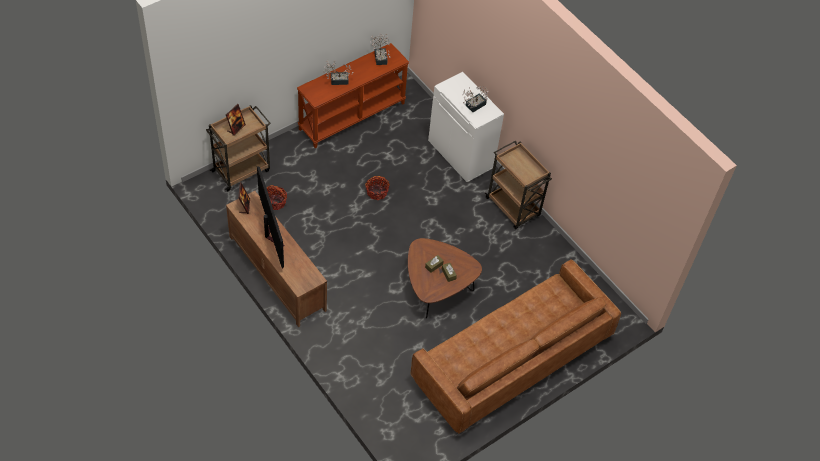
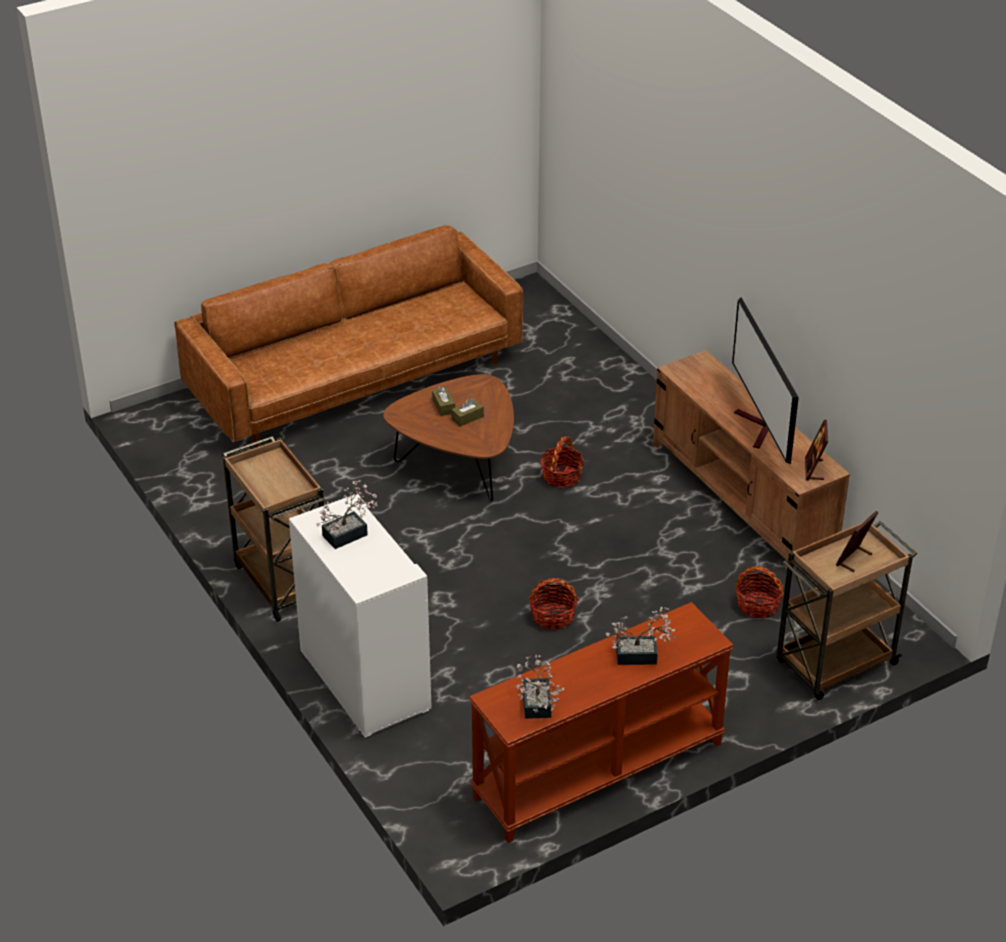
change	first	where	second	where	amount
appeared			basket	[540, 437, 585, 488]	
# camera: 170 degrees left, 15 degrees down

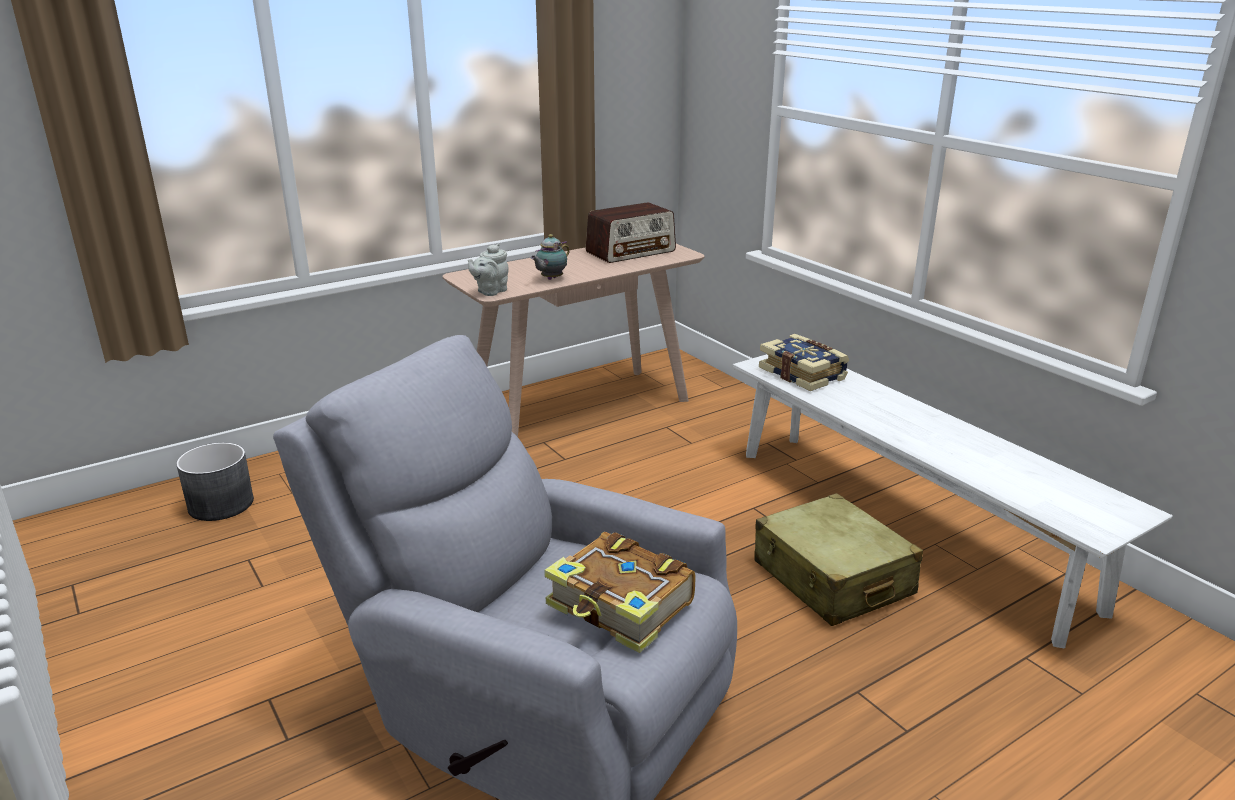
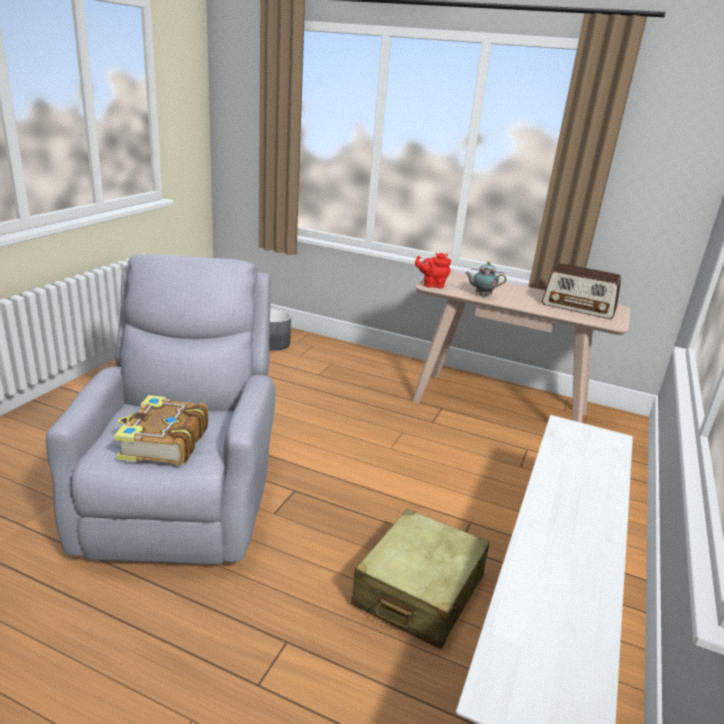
change	first	where	second	where	amount
colour	grey teapot	[468, 243, 509, 296]	red teapot	[415, 253, 451, 288]	
missing	book	[759, 334, 849, 391]			
# camera: 55 degrees right, 0 degrees up

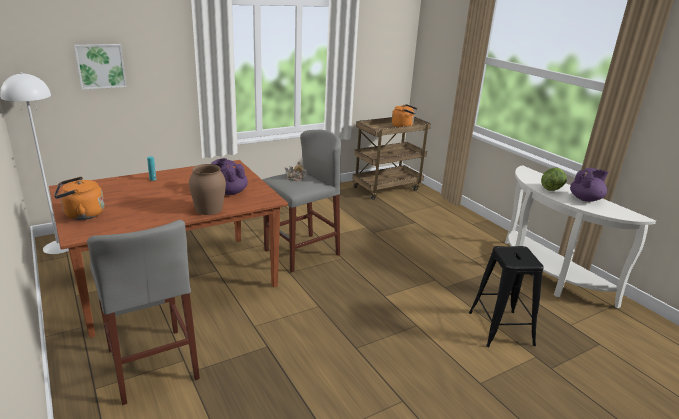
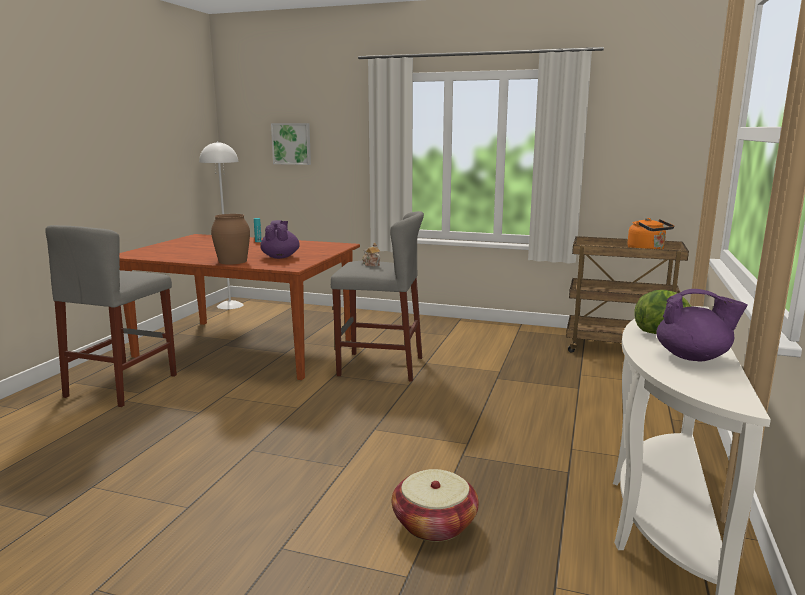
change	first	where	second	where	amount
missing	orange kettle	[54, 177, 105, 220]			
exchanged	black stool	[469, 246, 544, 347]	basket	[392, 469, 479, 542]	
# camera: 50 degrees right, 10 degrees down

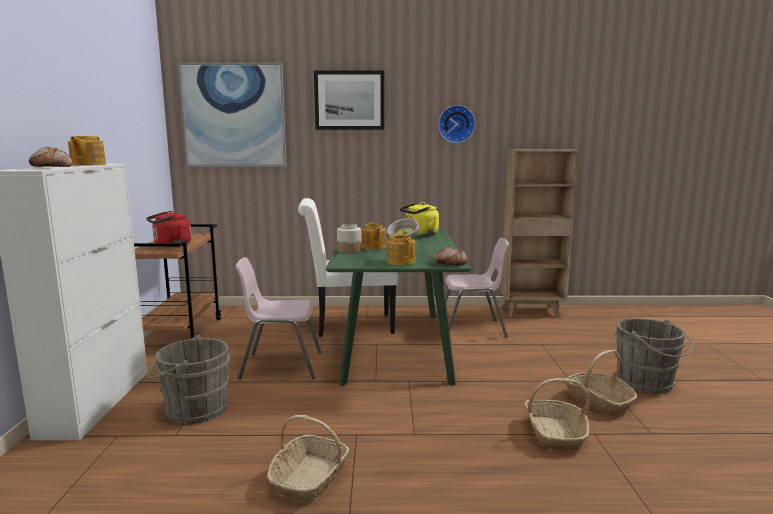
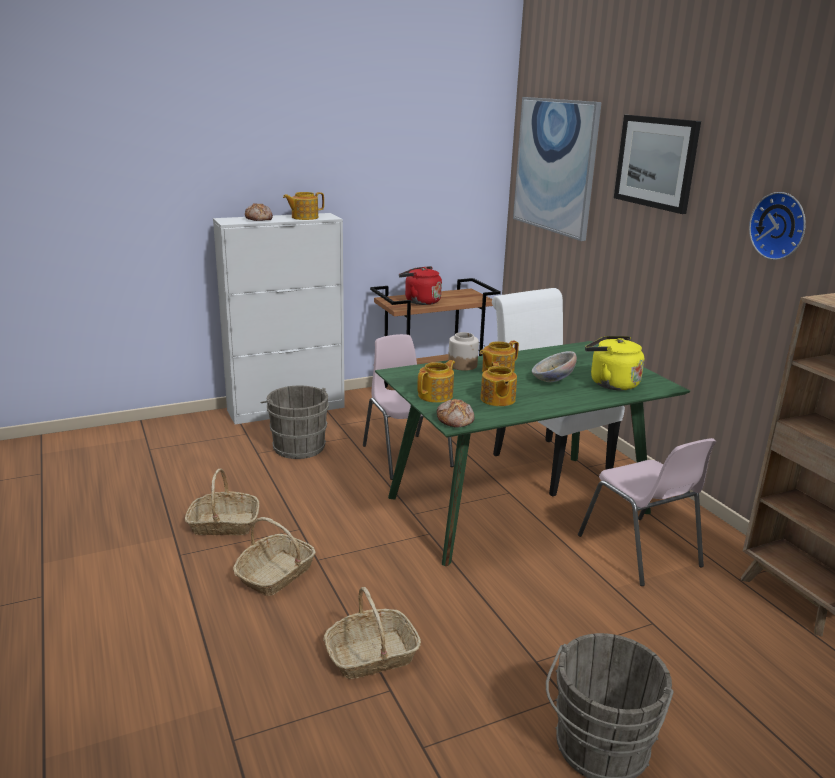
change	first	where	second	where	amount
relocated	basket	[565, 350, 637, 415]		[233, 517, 316, 596]	
appeared			teapot	[480, 362, 517, 406]	
# camera: 65 degrees right, 10 degrees up

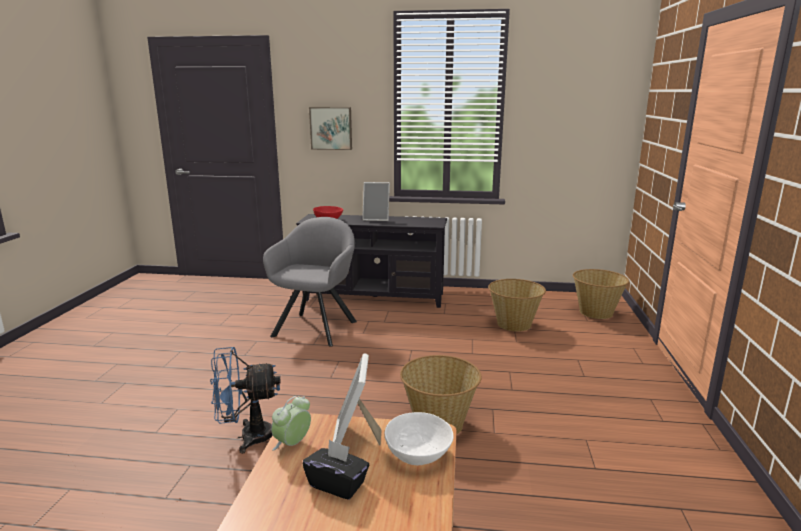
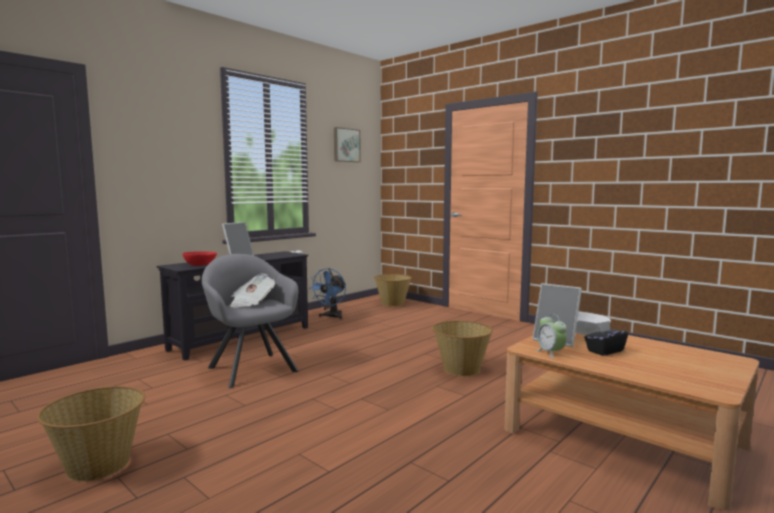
change	first	where	second	where	amount
relocated	blue fan	[210, 347, 281, 454]		[309, 268, 346, 319]	
relocated	picture	[309, 107, 352, 150]		[334, 127, 361, 162]	
relocated	basket	[488, 279, 546, 332]		[37, 386, 145, 482]	
appeared			newspaper	[230, 273, 275, 308]	
# camera: 55 degrees left, 10 degrees down

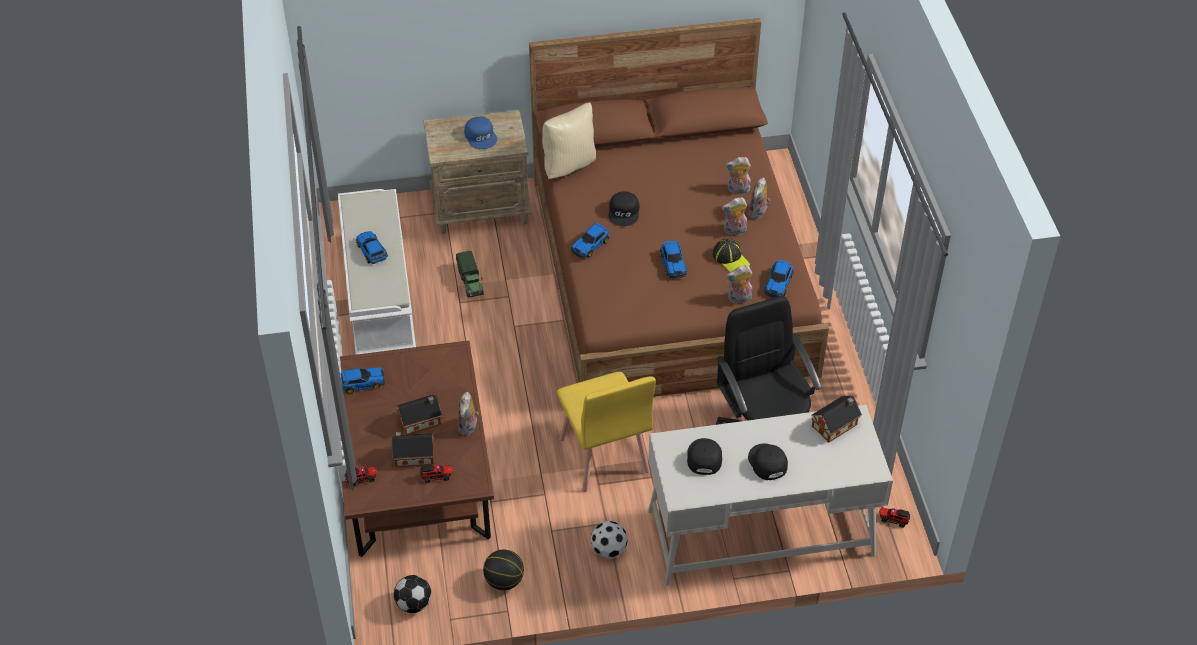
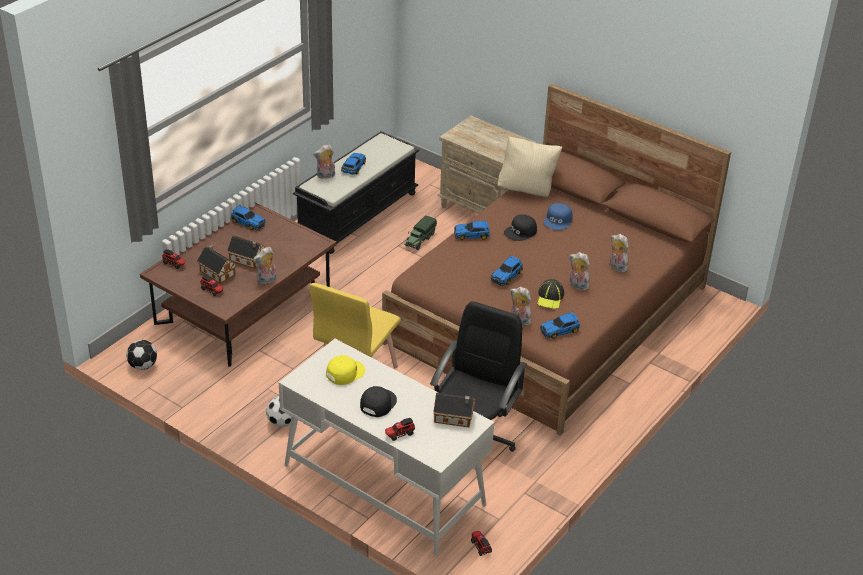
change	first	where	second	where	amount
colour	white bench	[338, 189, 416, 355]	black bench	[293, 131, 419, 254]	
relocated	blue cap	[464, 117, 497, 149]		[544, 203, 573, 230]	
missing	basketball	[483, 549, 524, 590]			
colour	black cap	[687, 438, 722, 475]	yellow cap	[326, 355, 365, 385]	
relocated	plush toy	[749, 177, 770, 220]		[313, 144, 335, 179]	
appeared			toy truck	[385, 418, 415, 441]	
# camera: 45 degrees right, 10 degrees down

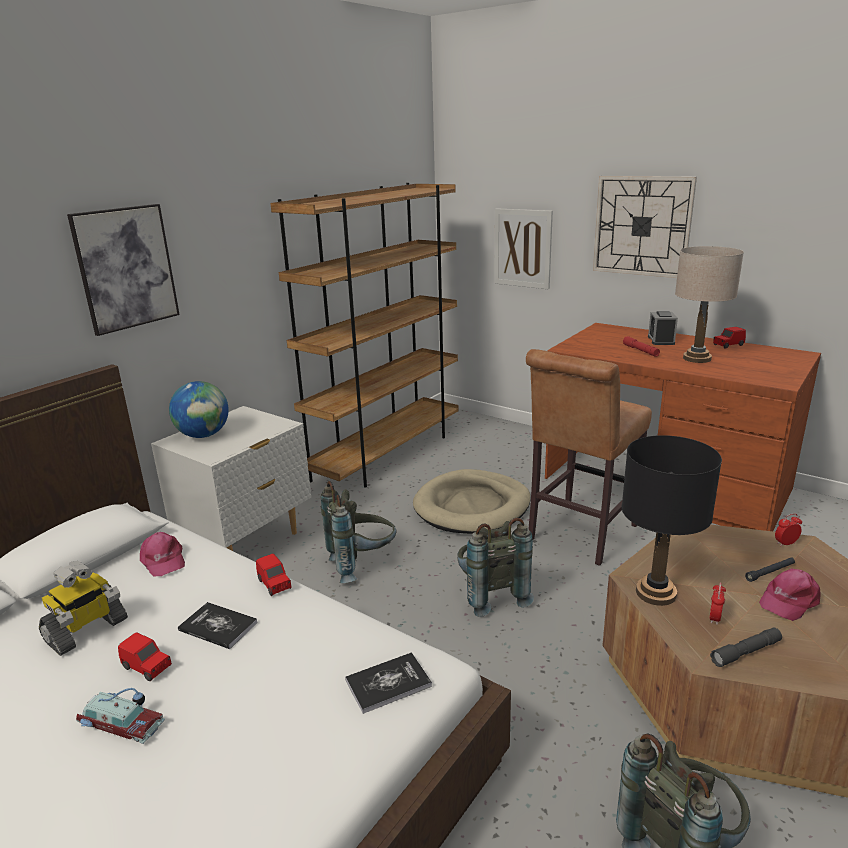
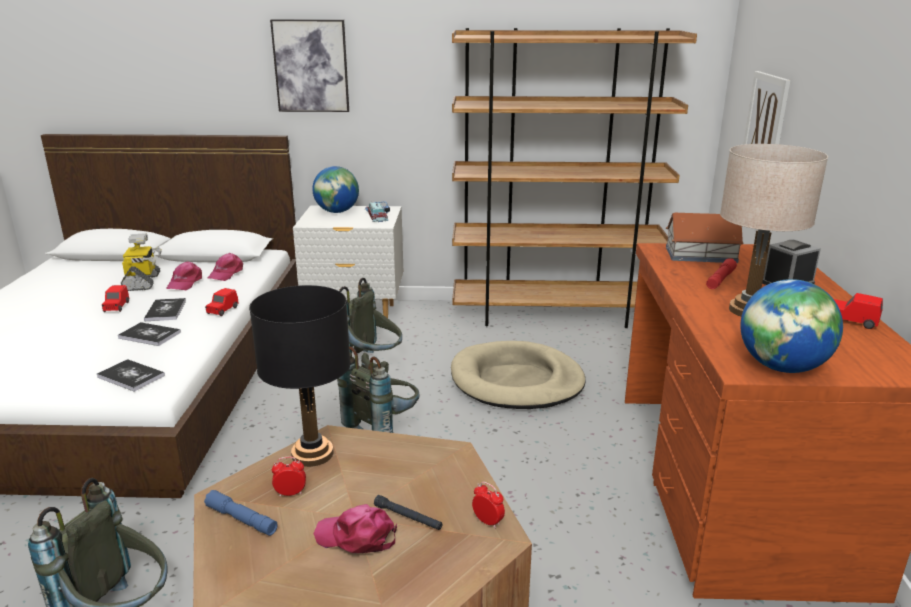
change	first	where	second	where	amount
spun	toy robot	[39, 561, 128, 656]		[121, 233, 162, 291]	105 degrees counterclockwise
relocated	toy car	[76, 688, 165, 744]		[365, 201, 390, 222]	
missing	brown stool	[526, 349, 652, 566]			
missing	wall clock	[593, 176, 697, 278]			
colour	grey flashlight	[710, 628, 782, 667]	blue flashlight	[204, 490, 278, 536]	
appeared			book	[118, 322, 181, 346]	
appeared			pink cap	[167, 261, 202, 290]	
appeared			toy house	[666, 213, 744, 263]	
appeared			globe	[740, 279, 843, 373]	
# camera: 55 degrees right, 0 degrees up

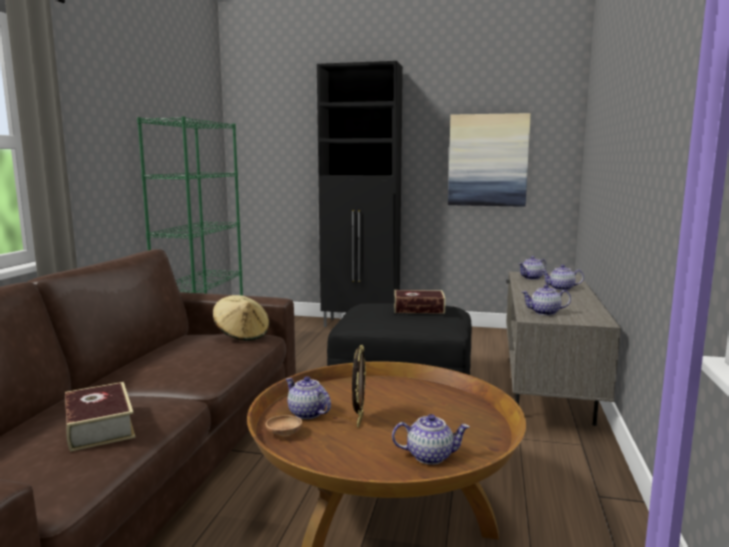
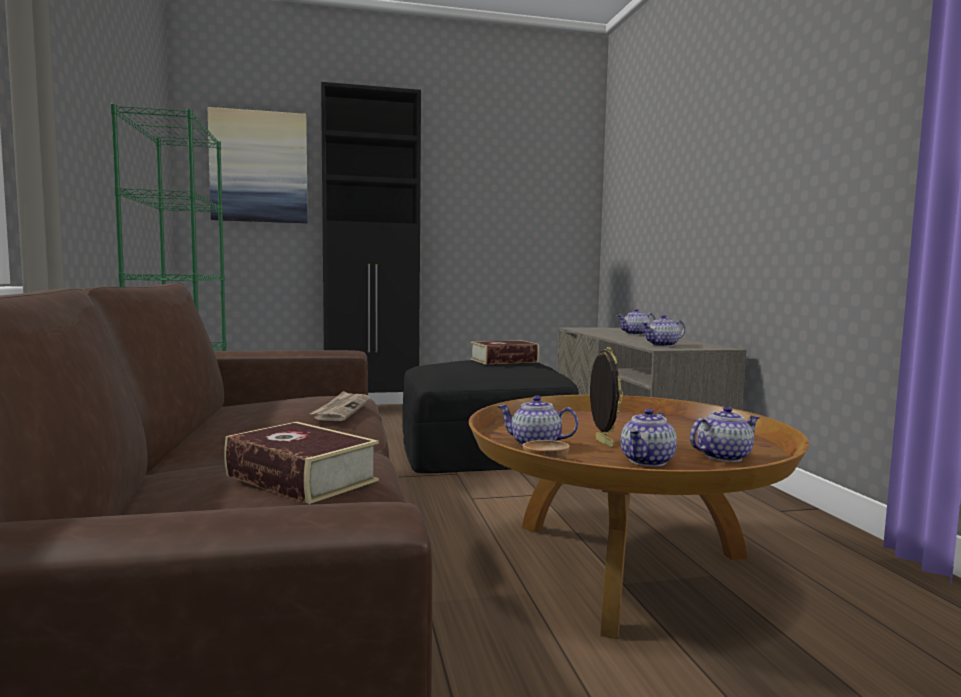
change	first	where	second	where	amount
missing	beige hat	[213, 295, 270, 341]			
relocated	picture	[448, 113, 531, 207]		[208, 107, 308, 224]	
relocated	teapot	[518, 256, 546, 280]		[621, 408, 677, 466]	
appeared			newspaper	[310, 391, 371, 421]	
# camera: 25 degrees left, 5 degrees down

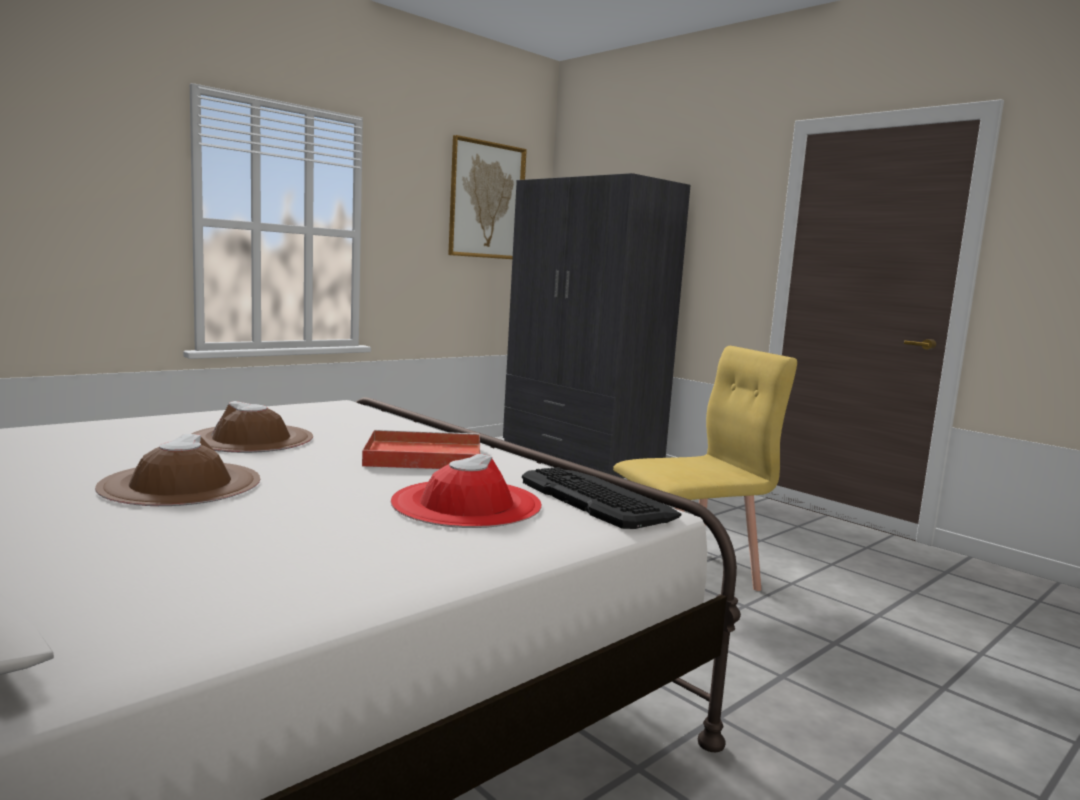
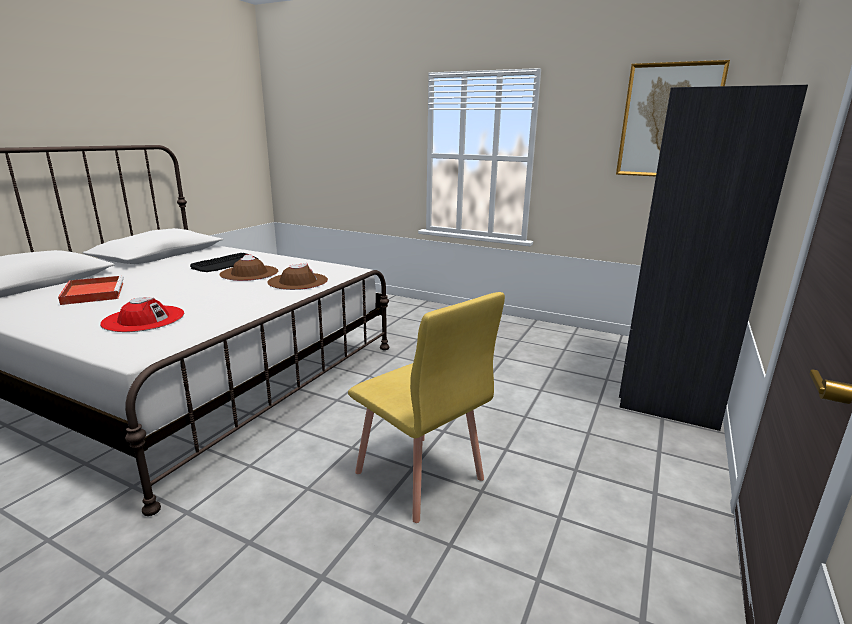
change	first	where	second	where	amount
relocated	brown hat	[95, 434, 260, 506]		[267, 263, 328, 290]	
relocated	red tray	[362, 430, 481, 469]		[58, 276, 124, 305]	
relocated	keyboard	[522, 467, 681, 529]		[190, 253, 259, 272]	
# camera: 70 degrees right, 10 degrees up

